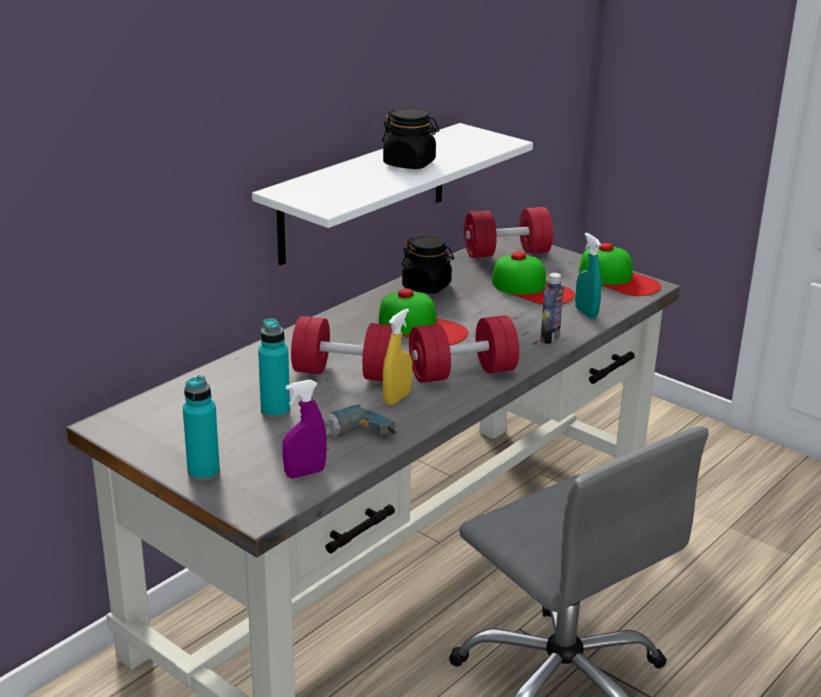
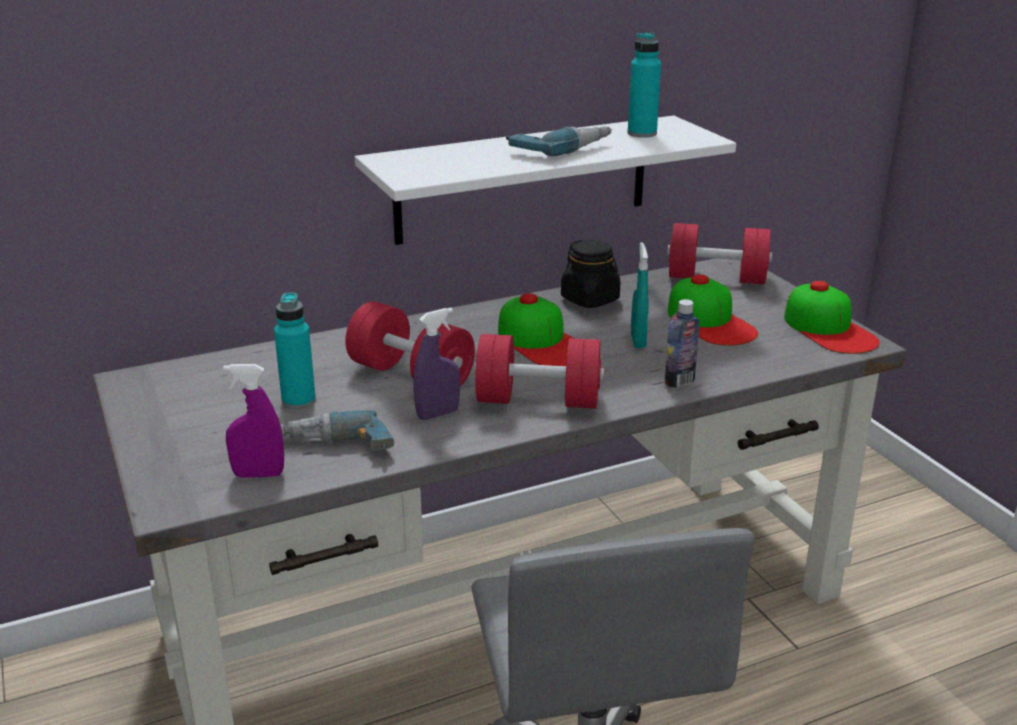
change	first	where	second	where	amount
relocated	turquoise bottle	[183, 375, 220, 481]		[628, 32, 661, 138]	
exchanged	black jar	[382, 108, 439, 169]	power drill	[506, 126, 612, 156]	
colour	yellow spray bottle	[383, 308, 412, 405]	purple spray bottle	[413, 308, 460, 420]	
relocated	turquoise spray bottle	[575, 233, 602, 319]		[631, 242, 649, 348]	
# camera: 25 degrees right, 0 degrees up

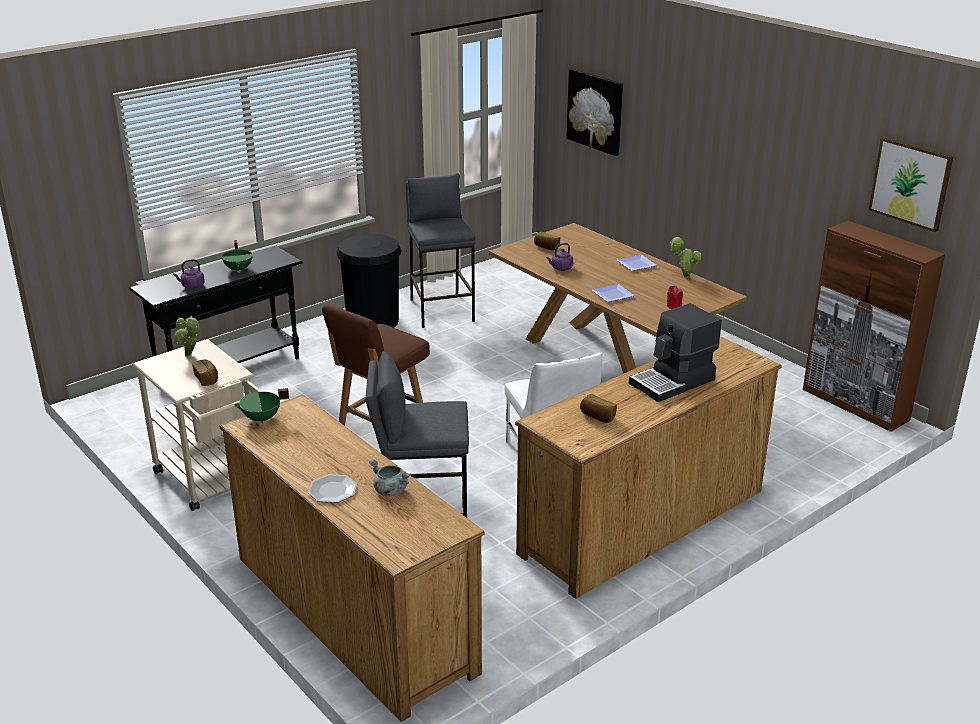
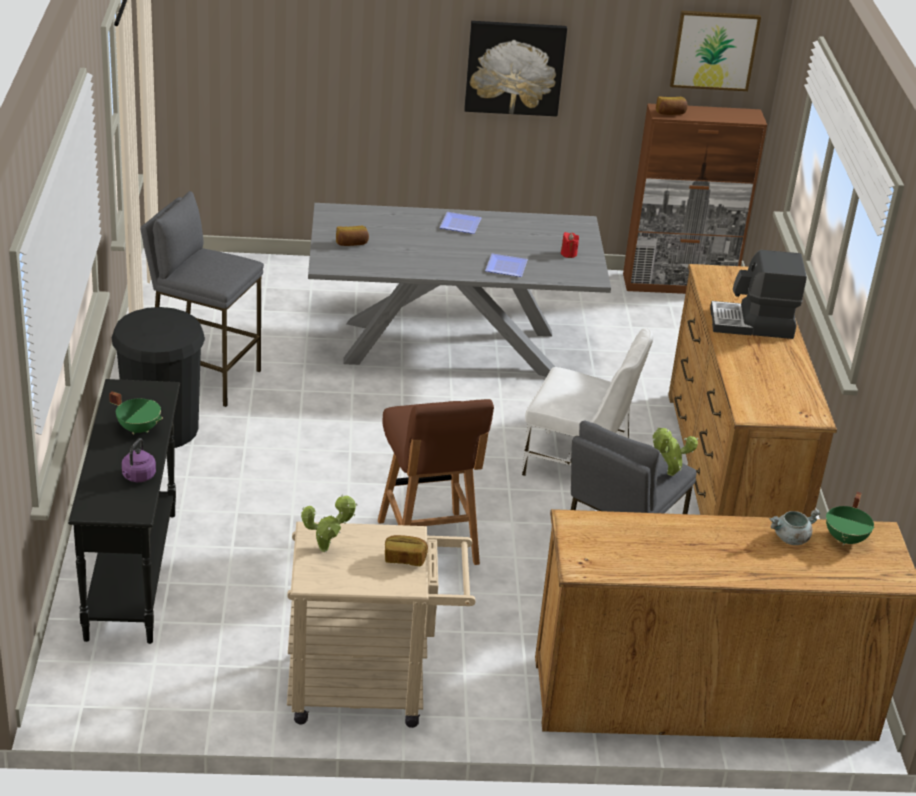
change	first	where	second	where	amount
relocated	green cooking pot	[234, 388, 289, 424]		[826, 492, 874, 546]	
missing	plate	[308, 474, 358, 503]			
colour	brown dining table	[489, 223, 747, 374]	grey dining table	[308, 203, 611, 377]	
missing	purple kettle	[547, 243, 573, 271]			
relocated	picture	[566, 69, 623, 156]		[464, 21, 567, 116]	
relocated	bread	[580, 394, 617, 423]		[656, 96, 688, 115]	
spun	coffee machine	[629, 303, 722, 402]		[710, 250, 807, 339]	90 degrees clockwise
relocated	potted plant	[670, 237, 702, 278]		[653, 427, 698, 476]	
# camera: 55 degrees left, 5 degrees up

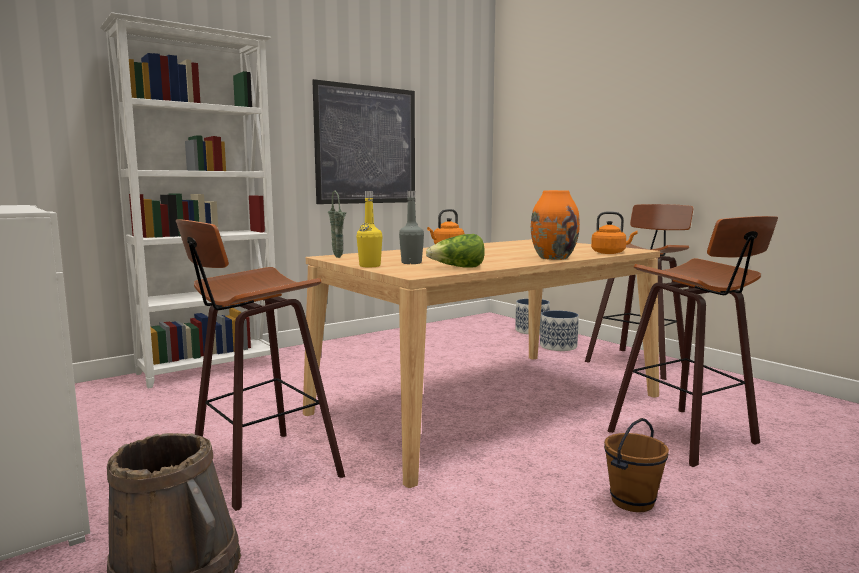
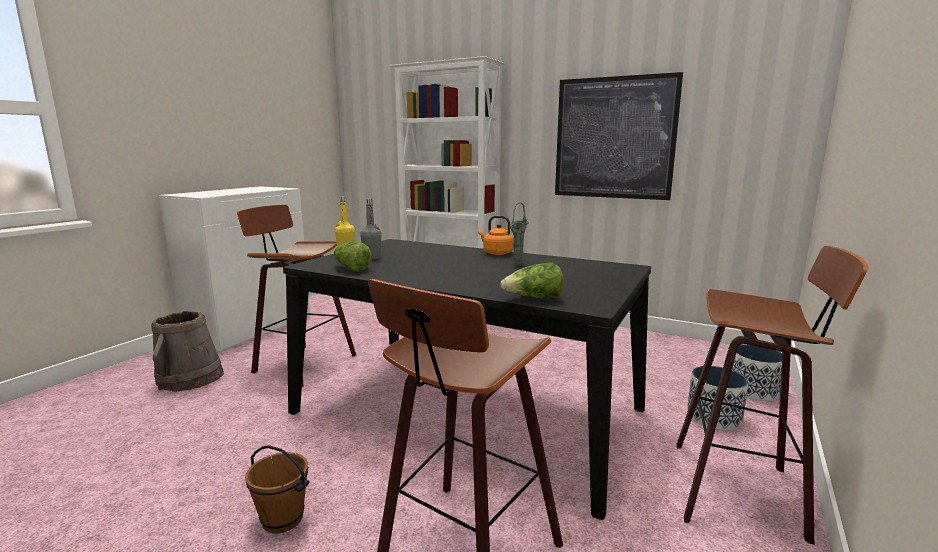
change	first	where	second	where	amount
colour	beige dining table	[303, 239, 660, 488]	black dining table	[283, 239, 651, 520]	
relocated	green vase	[328, 191, 346, 258]		[510, 202, 529, 265]	
missing	orange vase	[531, 190, 580, 260]			
exchanged	orange kettle	[591, 211, 637, 254]	lettuce	[500, 263, 564, 298]	
# camera: 65 degrees right, 5 degrees up

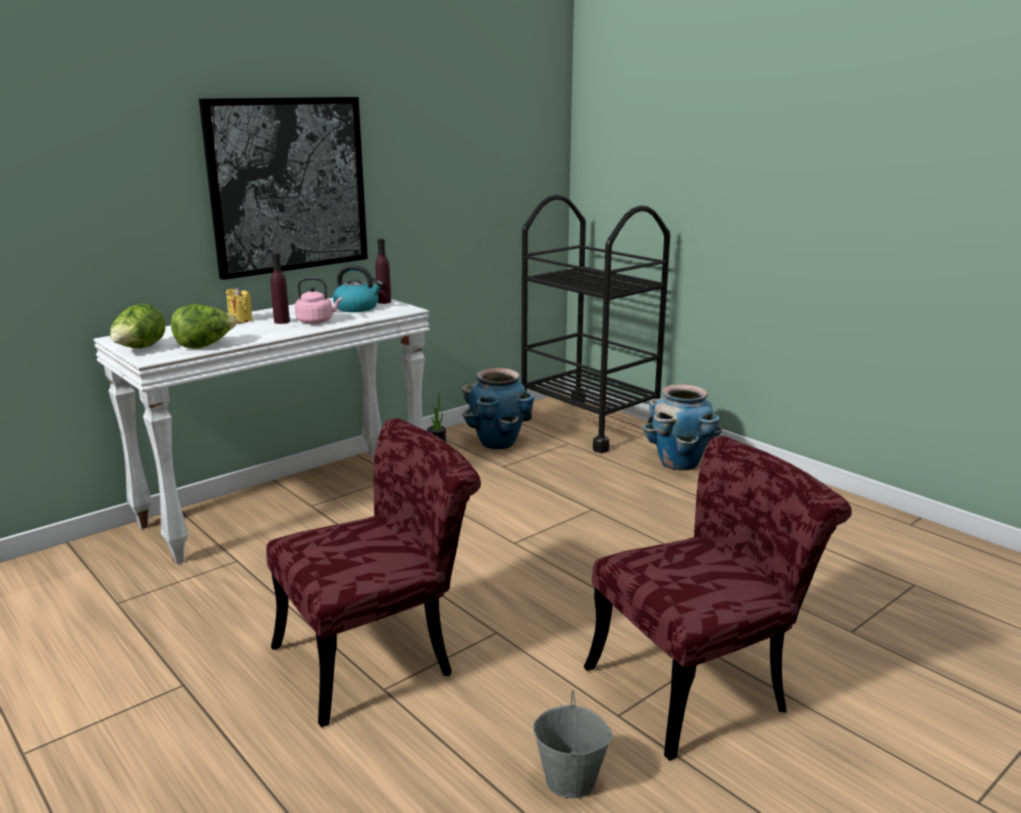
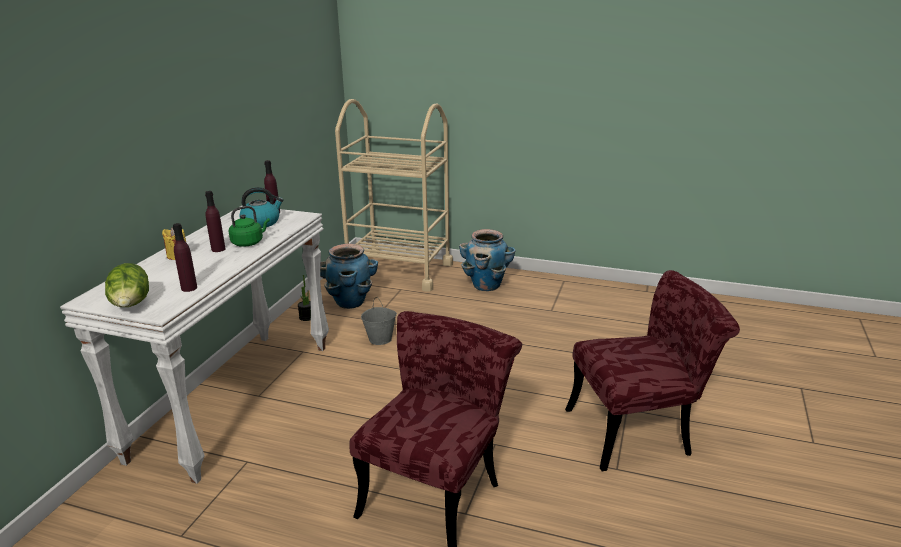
change	first	where	second	where	amount
exchanged	lettuce	[171, 304, 238, 349]	purple bottle	[173, 223, 197, 292]	
missing	picture	[199, 97, 368, 280]			
colour	pink kettle	[295, 277, 342, 324]	green kettle	[228, 206, 270, 247]	
colour	black cart	[521, 194, 670, 453]	beige cart	[335, 99, 453, 292]	
relocated	grey bucket	[533, 690, 613, 798]		[361, 297, 397, 345]	
spun	red chair	[584, 436, 852, 761]		[565, 270, 740, 471]	45 degrees clockwise
# camera: 30 degrees left, 5 degrees up

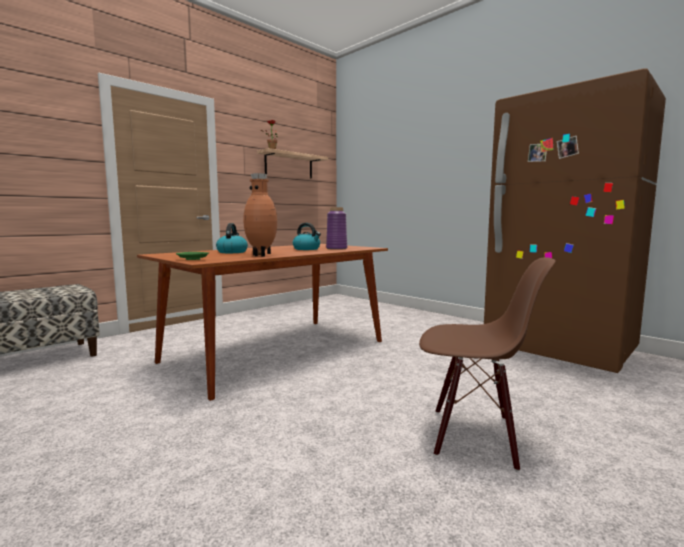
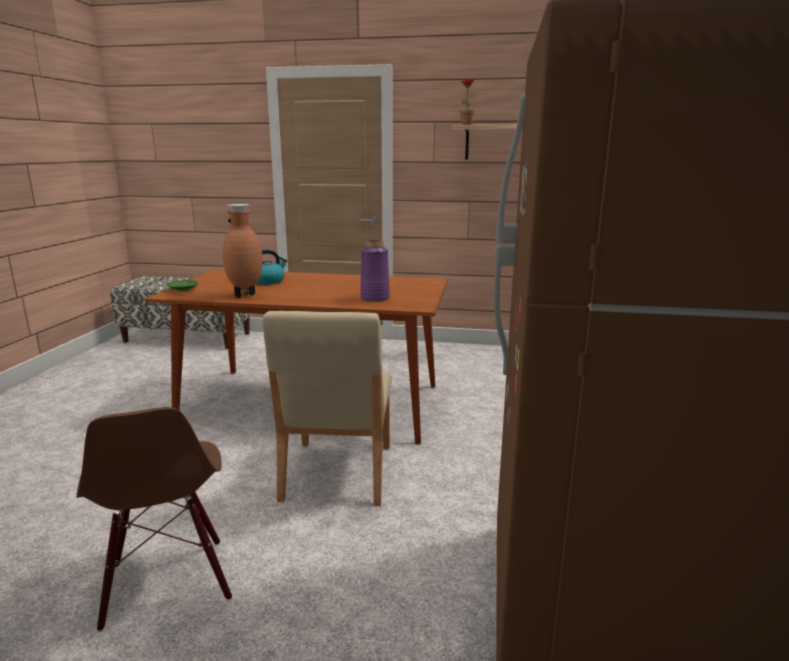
change	first	where	second	where	amount
missing	kettle	[293, 223, 321, 250]			
appeared			beige chair	[262, 311, 392, 506]	
# camera: 55 degrees right, 10 degrees up

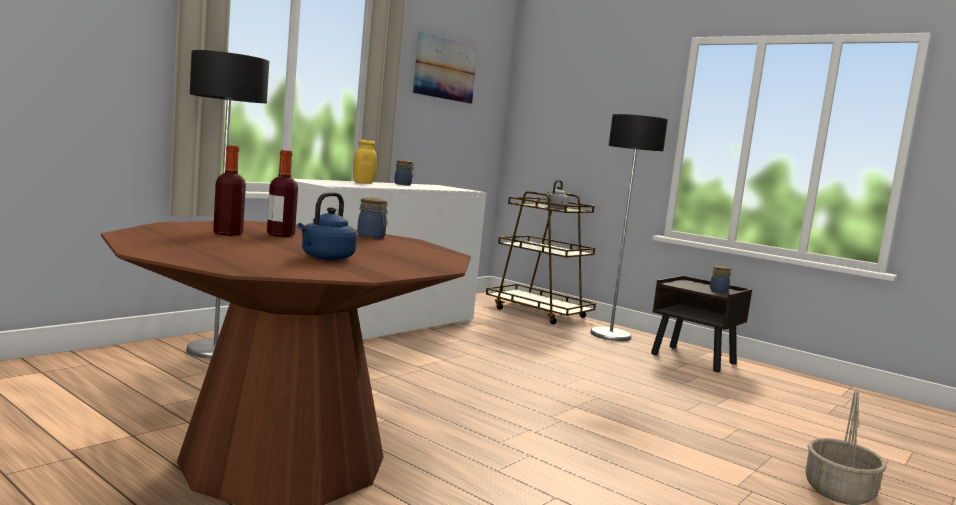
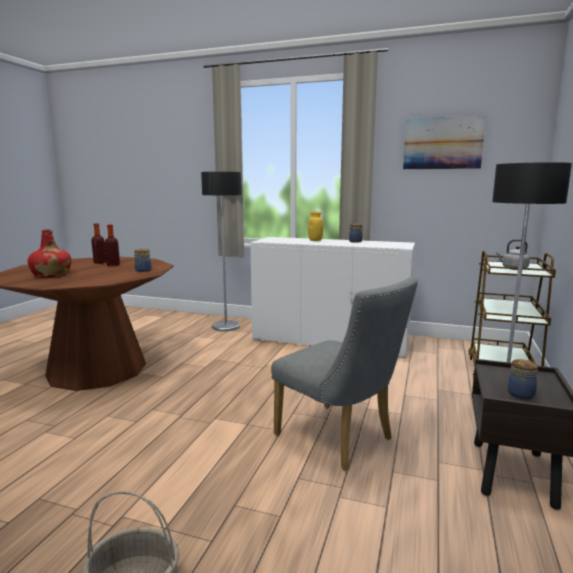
change	first	where	second	where	amount
exchanged	blue kettle	[298, 192, 357, 260]	red bottle	[28, 229, 71, 278]	
appeared			grey chair	[271, 277, 418, 471]	
# camera: 70 degrees right, 5 degrees up

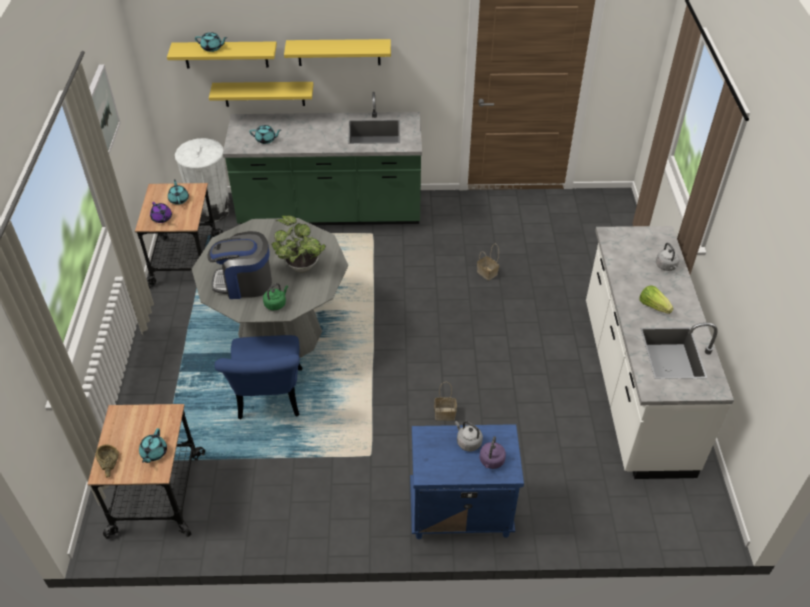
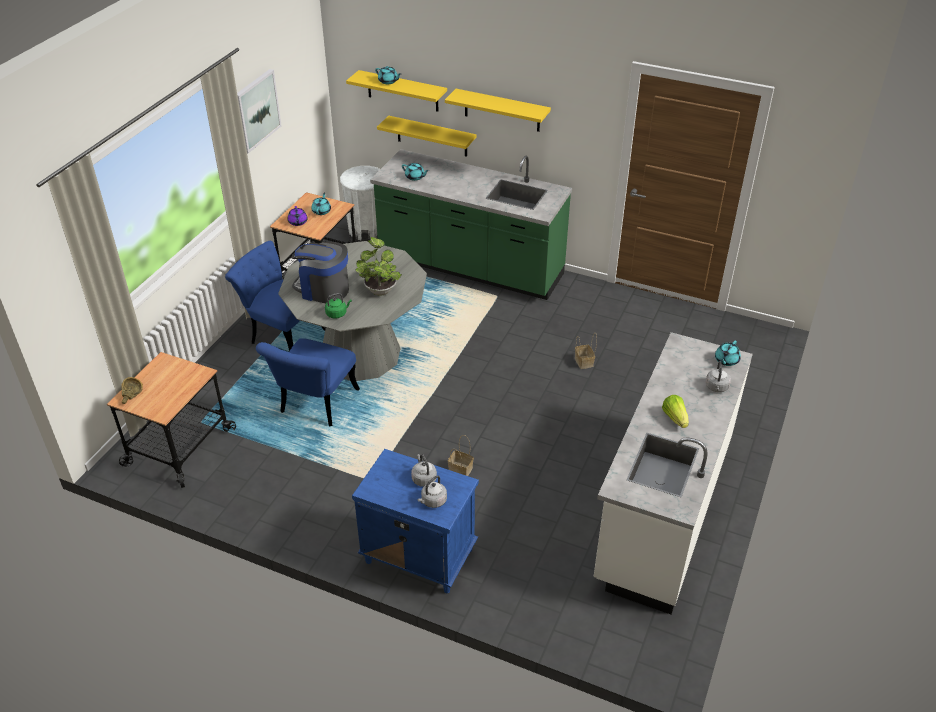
change	first	where	second	where	amount
relocated	turquoise teapot	[139, 428, 167, 463]		[715, 341, 741, 366]	
colour	purple kettle	[480, 436, 506, 469]	grey kettle	[417, 475, 447, 508]	
appeared			blue chair	[225, 241, 326, 352]	
# camera: 25 degrees right, 5 degrees down

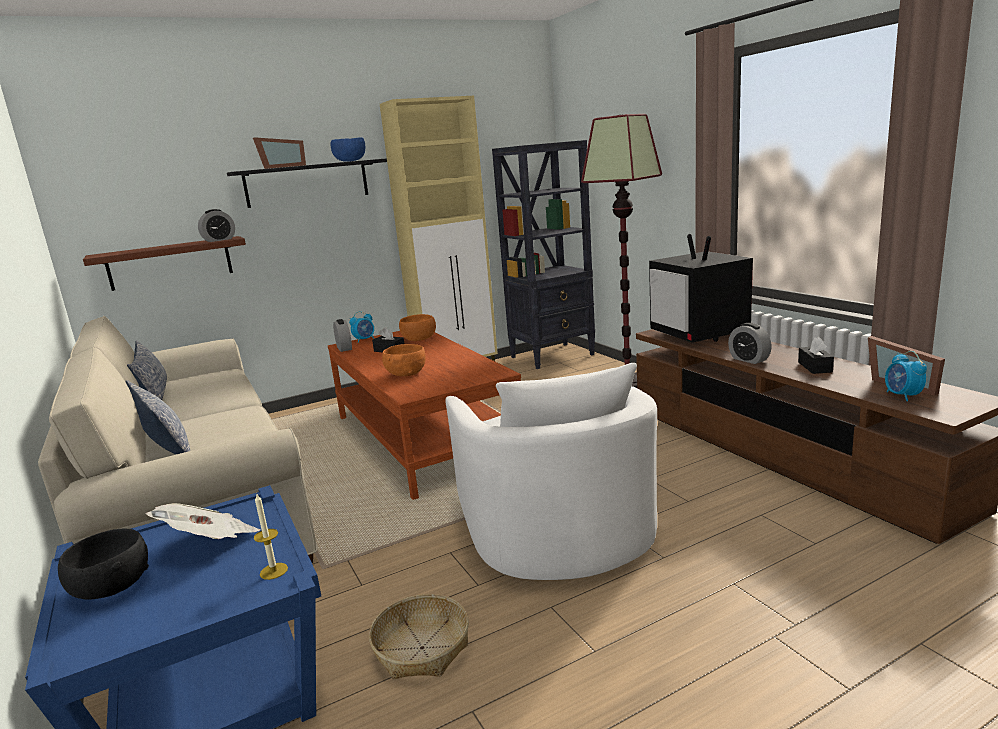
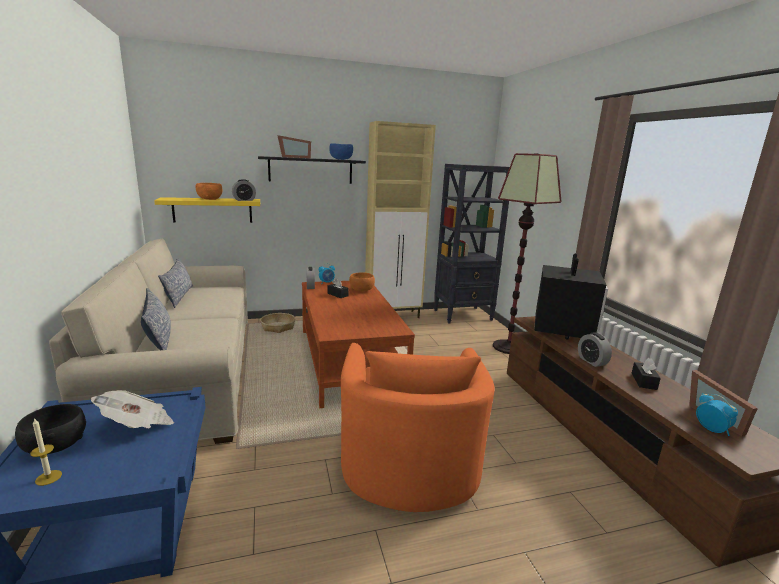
change	first	where	second	where	amount
colour	brown shelf	[83, 236, 246, 291]	yellow shelf	[154, 197, 260, 223]	
relocated	candle	[254, 494, 288, 580]		[30, 418, 62, 486]	
relocated	basket	[369, 594, 469, 679]		[260, 313, 295, 333]	
relocated	orange bowl	[382, 344, 426, 376]		[195, 183, 222, 200]	
colour	white armchair	[446, 363, 657, 580]	orange armchair	[341, 343, 495, 512]	
spun	television	[649, 234, 753, 343]		[534, 253, 608, 340]	150 degrees counterclockwise
spun	alarm clock	[885, 351, 927, 401]		[696, 393, 738, 436]	150 degrees clockwise
# camera: 10 degrees right, 0 degrees up

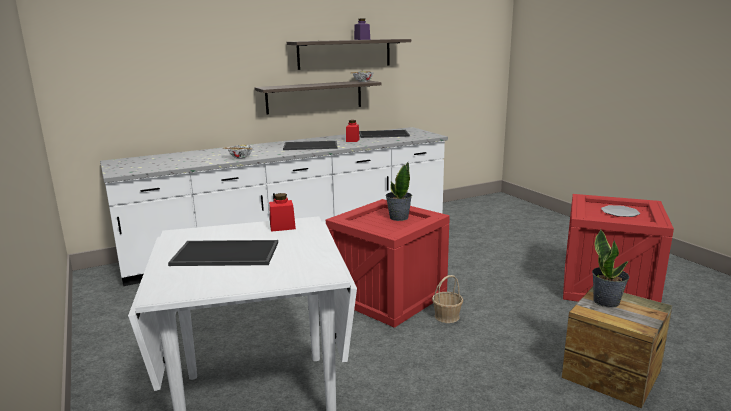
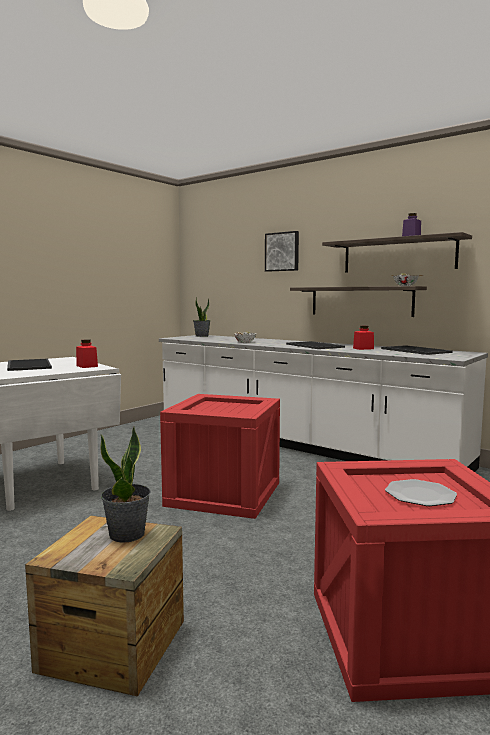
change	first	where	second	where	amount
relocated	potted plant	[386, 162, 412, 221]		[193, 297, 211, 337]	
missing	basket	[432, 275, 463, 323]			
appeared			picture	[265, 231, 299, 272]	
# camera: 65 degrees right, 10 degrees down

